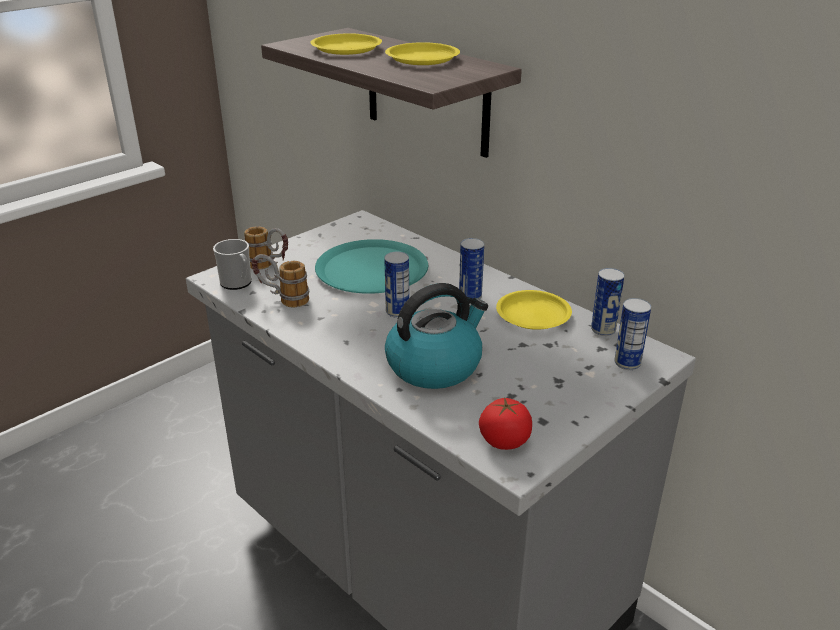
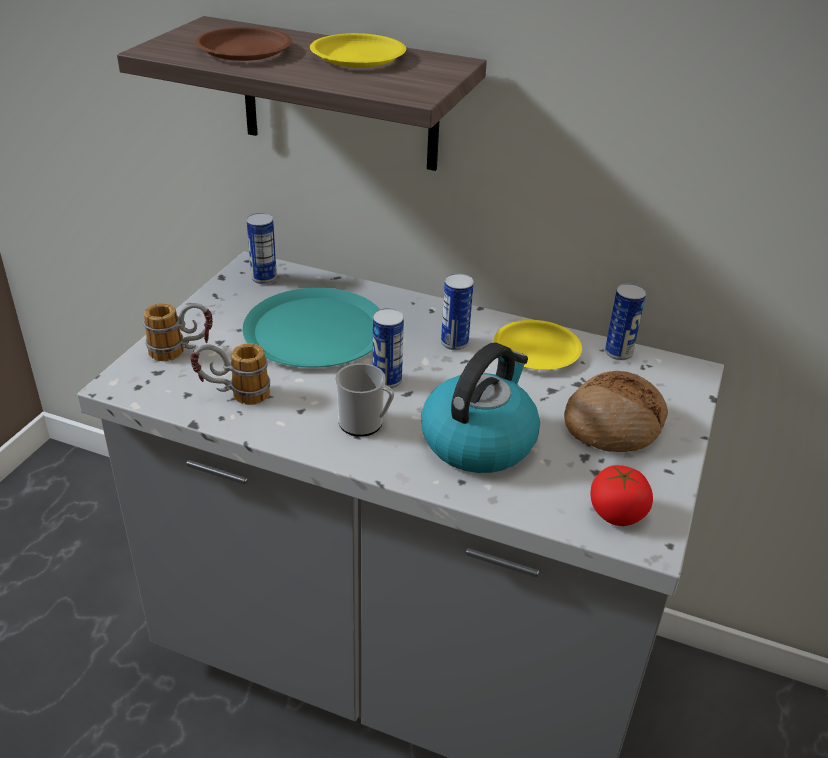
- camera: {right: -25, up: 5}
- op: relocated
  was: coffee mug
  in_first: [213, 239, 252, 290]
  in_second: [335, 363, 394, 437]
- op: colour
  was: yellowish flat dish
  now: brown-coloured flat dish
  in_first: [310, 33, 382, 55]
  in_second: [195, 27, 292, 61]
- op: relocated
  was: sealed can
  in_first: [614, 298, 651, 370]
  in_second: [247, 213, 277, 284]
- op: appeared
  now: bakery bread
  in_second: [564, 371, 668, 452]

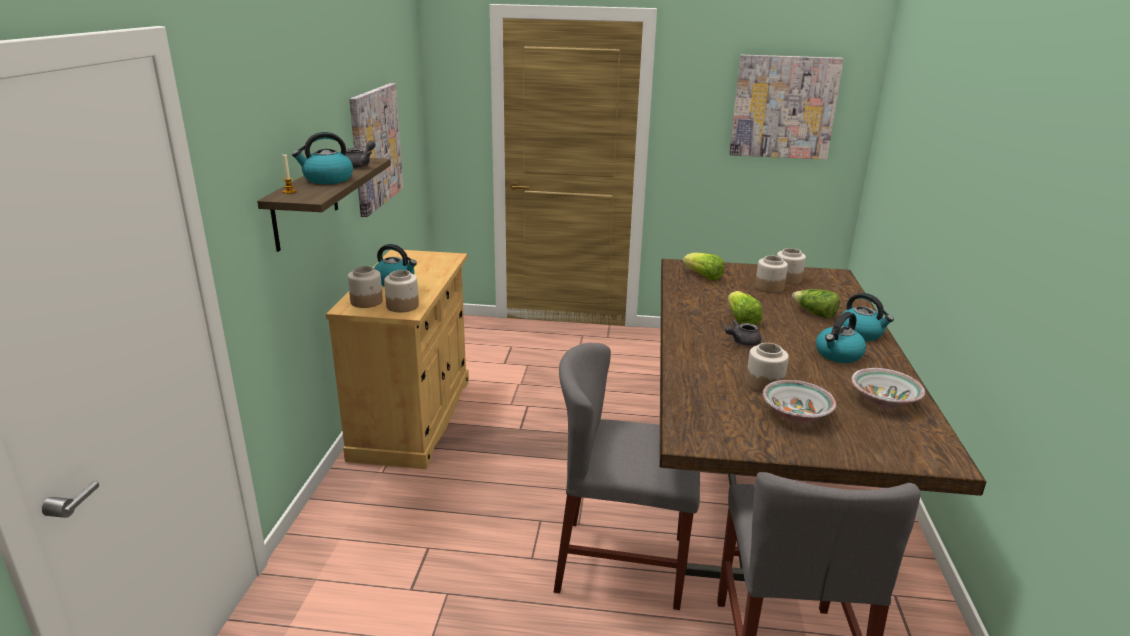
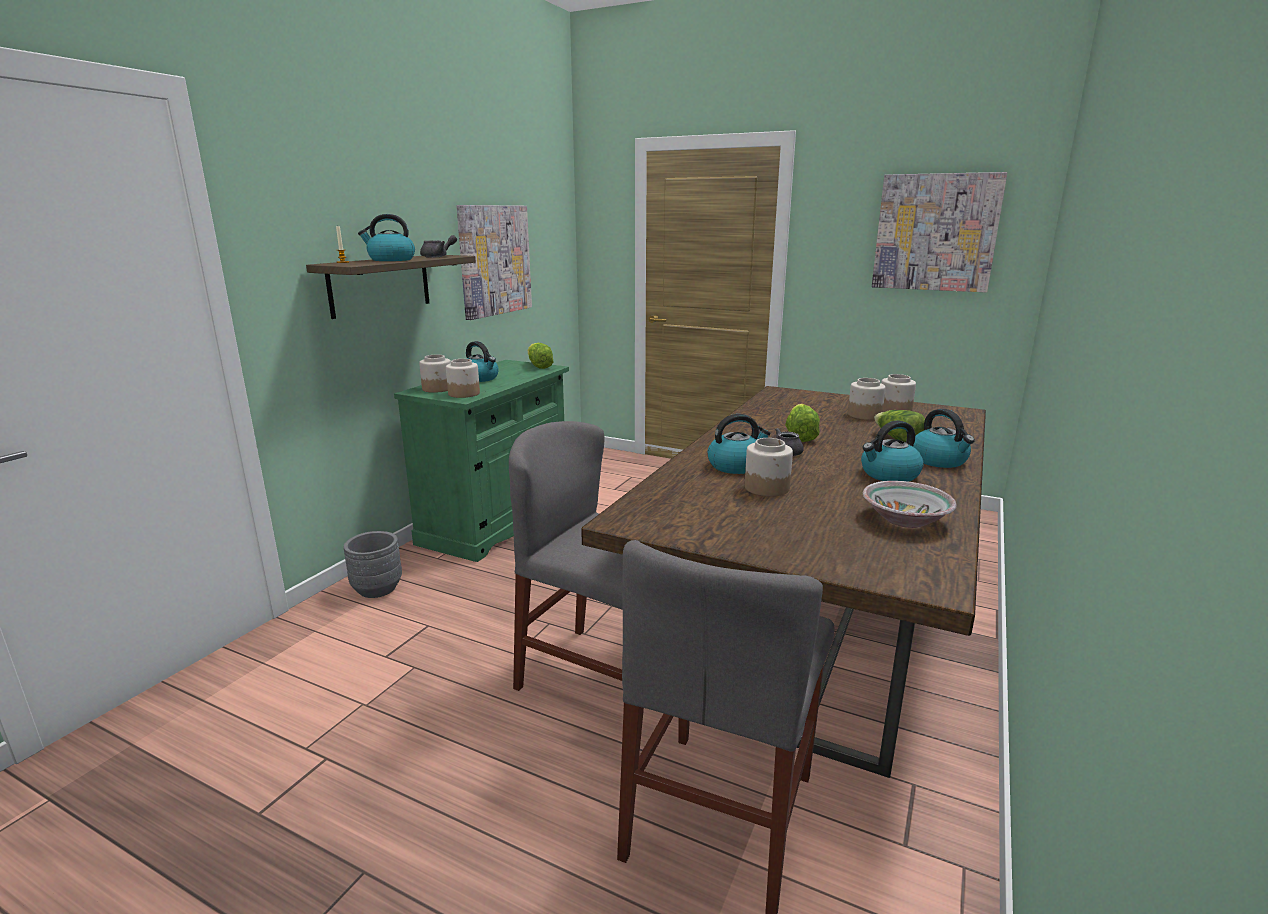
- camera: {right: 20, up: -5}
- op: colour
  was: sand-coloured storage cabinet
  now: greenish storage cabinet
  in_first: [326, 250, 469, 469]
  in_second: [394, 360, 569, 562]
- op: relocated
  was: lettuce
  in_first: [682, 253, 724, 281]
  in_second: [527, 343, 554, 369]
- op: missing
  was: deep dish
  in_first: [763, 380, 836, 423]
- op: appeared
  now: greyish flower pot
  in_second: [344, 531, 402, 598]
- op: appeared
  now: kettle
  in_second: [707, 414, 771, 474]

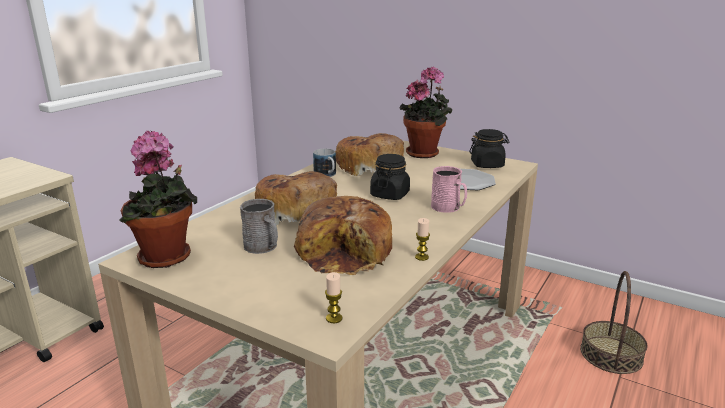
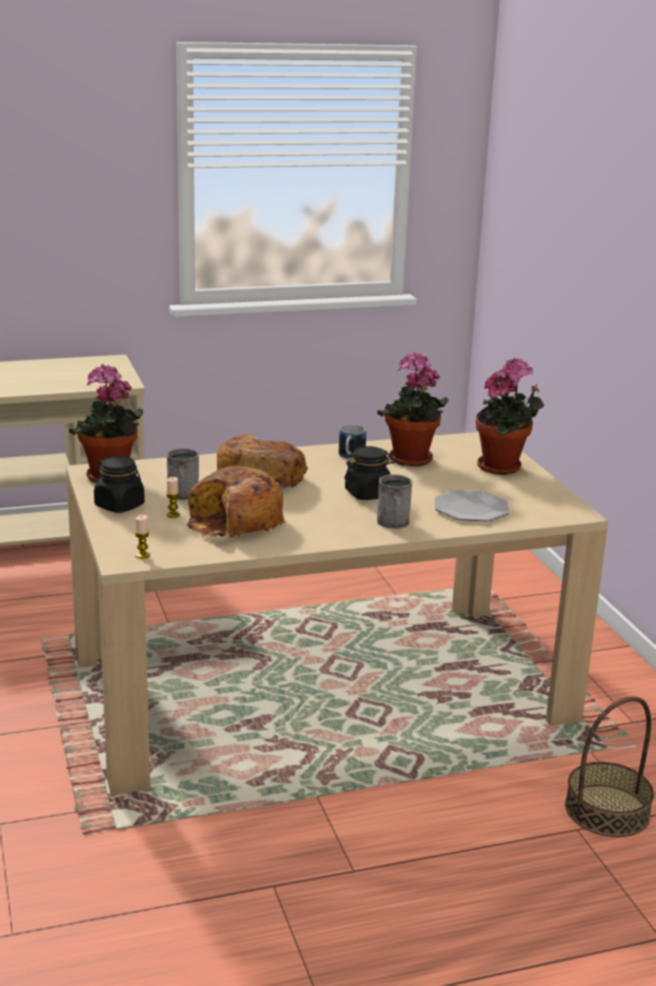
- camera: {right: 40, up: 0}
- op: exchanged
  was: bakery bread
  now: potted plant
  in_first: [335, 133, 404, 176]
  in_second: [377, 352, 448, 466]
- op: relocated
  was: candle
  in_first: [415, 218, 430, 261]
  in_second: [166, 477, 180, 518]
- op: colour
  was: pink coffee mug
  now: greyish coffee mug
  in_first: [431, 166, 467, 213]
  in_second: [377, 474, 412, 529]
- op: relocated
  was: blackish preserve jar
  in_first: [469, 129, 509, 168]
  in_second: [94, 456, 145, 513]

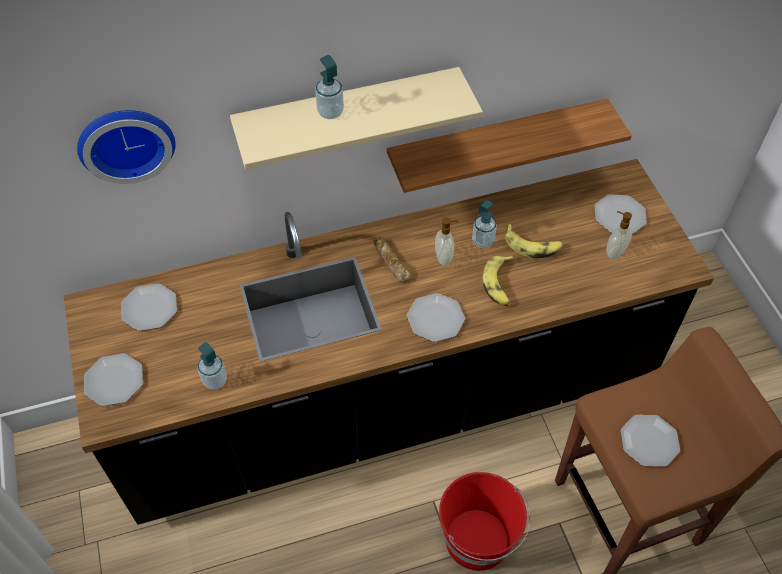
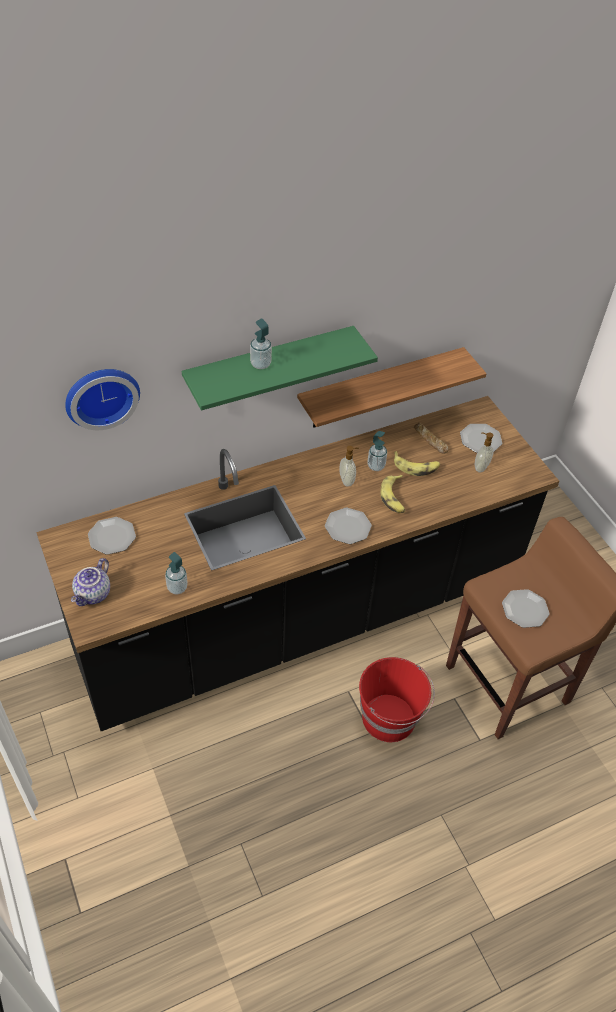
- camera: {right: -10, up: -5}
- op: exchanged
  was: flat dish
  now: teapot
  in_first: [84, 353, 143, 406]
  in_second: [71, 558, 110, 606]
- op: colour
  was: sand-coloured shelf
  now: greenish shelf
  in_first: [230, 67, 483, 169]
  in_second: [182, 326, 378, 411]
- op: relocated
  was: bakery bread
  in_first: [374, 237, 411, 282]
  in_second: [414, 422, 449, 453]

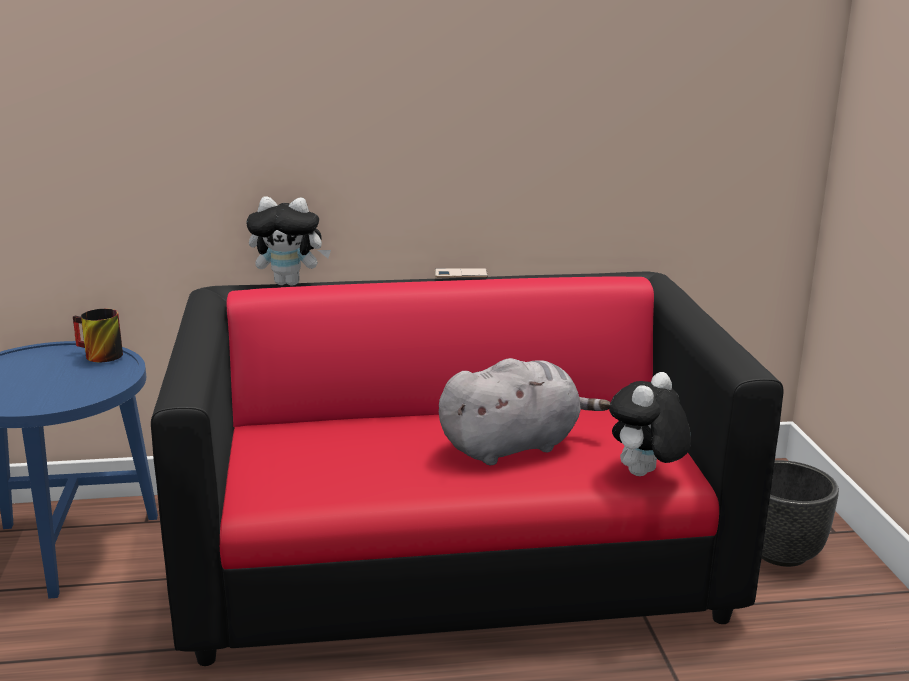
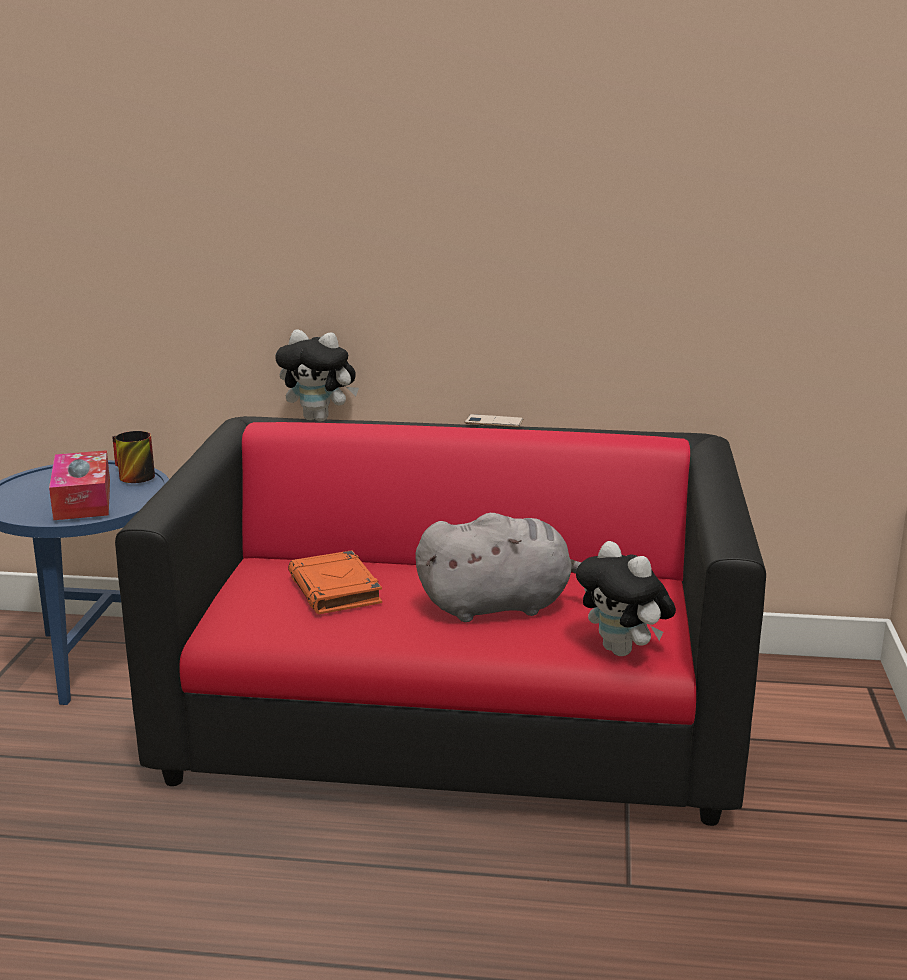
- camera: {right: 15, up: 0}
- op: spun
  was: soft toy
  in_first: [609, 372, 691, 476]
  in_second: [576, 541, 676, 656]
  clockwise: -90
- op: missing
  was: blackish flower pot
  in_first: [762, 460, 839, 567]
- op: appeared
  now: box of tissues
  in_second: [49, 450, 110, 520]
- op: appeared
  now: orangey volume
  in_second: [288, 550, 382, 614]

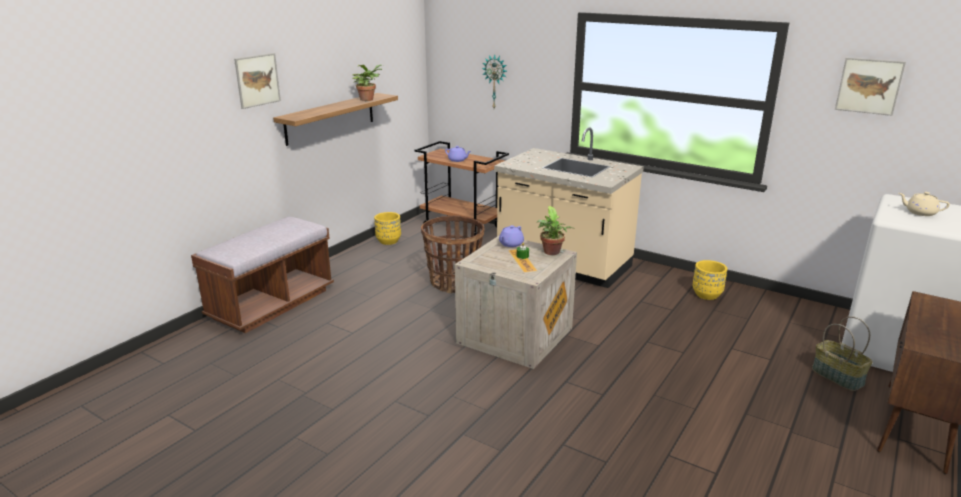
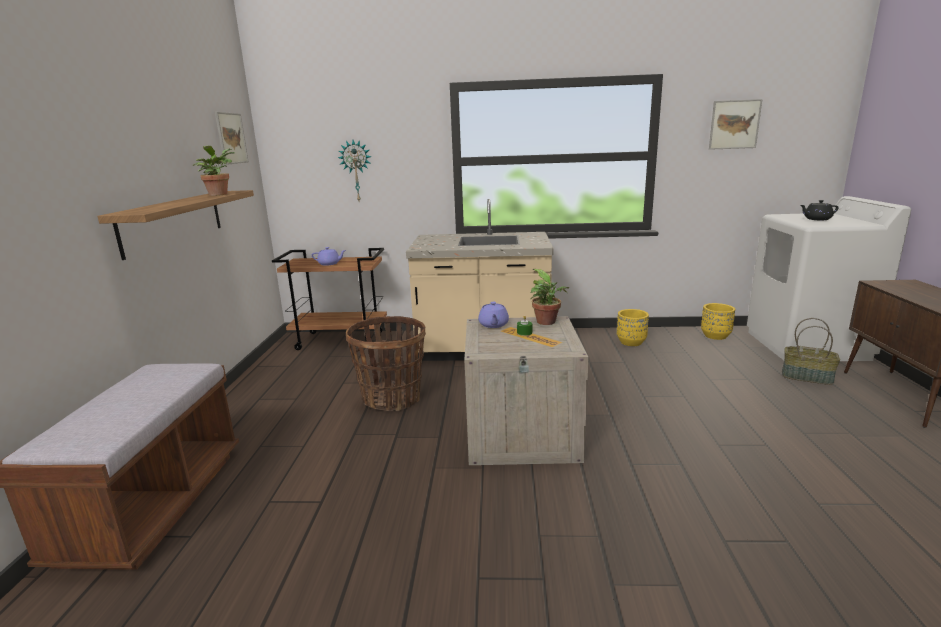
- camera: {right: -30, up: -5}
- op: relocated
  was: picture
  in_first: [234, 53, 281, 109]
  in_second: [215, 112, 249, 165]
- op: relocated
  was: yellowish flower pot
  in_first: [374, 212, 401, 245]
  in_second: [701, 303, 735, 340]
- op: colour
  was: sand-coloured teapot
  now: blackish teapot
  in_first: [899, 192, 950, 216]
  in_second: [800, 200, 838, 220]

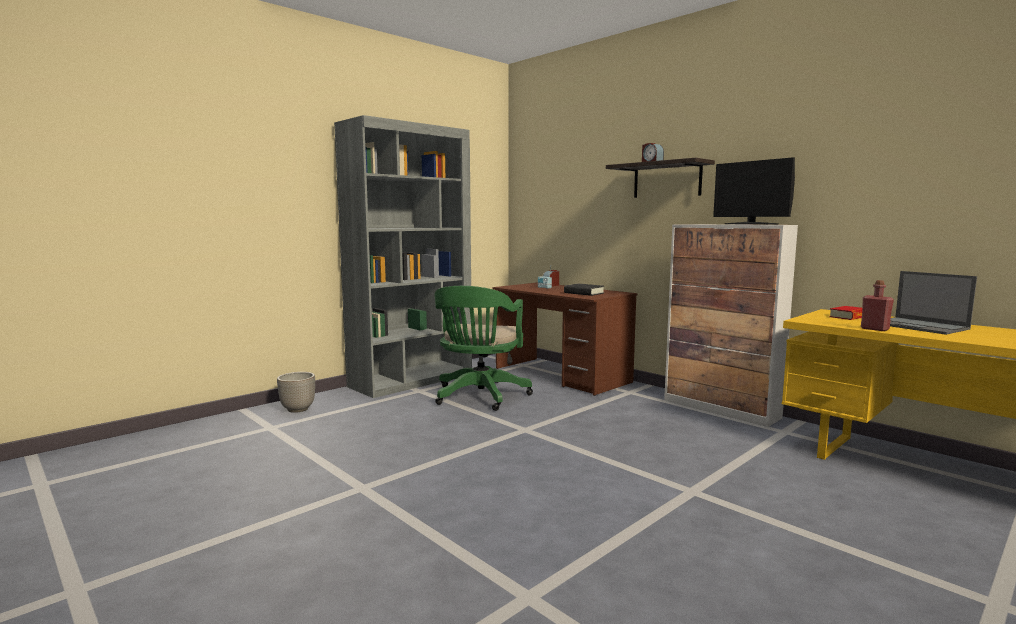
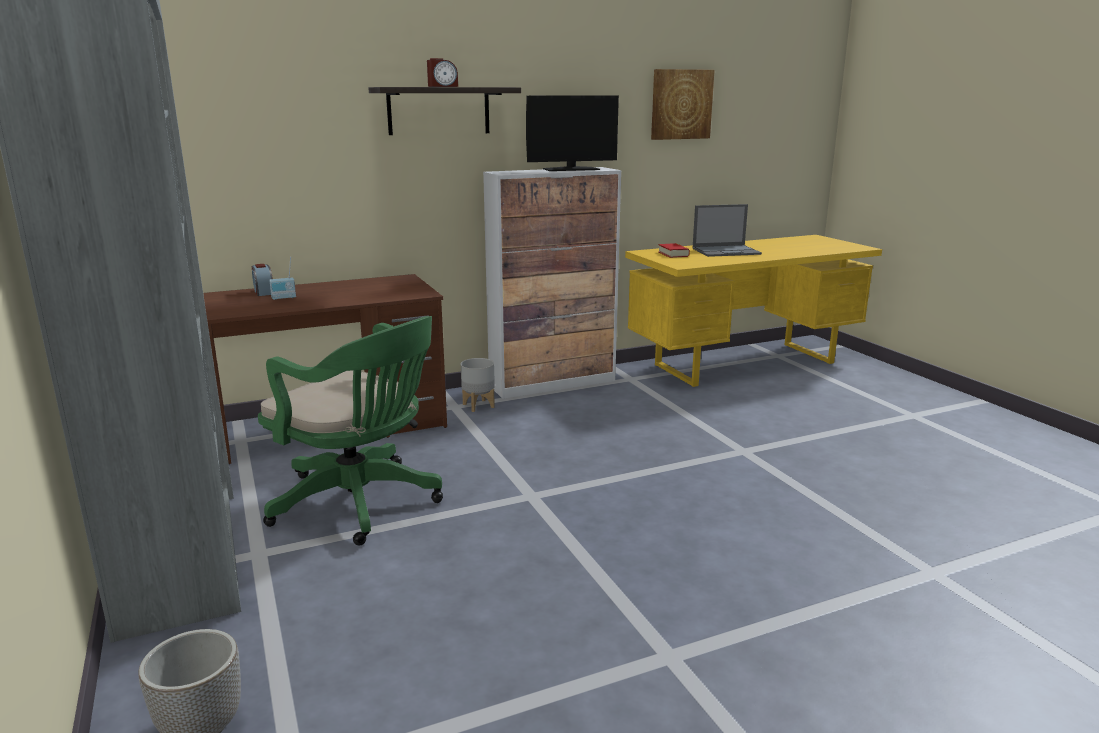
- camera: {right: -70, up: 10}
- op: missing
  was: blackish volume
  in_first: [564, 284, 604, 296]
- op: missing
  was: red-coloured bottle
  in_first: [861, 280, 894, 331]
- op: appeared
  now: greyish flower pot
  in_second: [461, 358, 495, 412]
- op: appeared
  now: picture
  in_second: [651, 69, 715, 140]

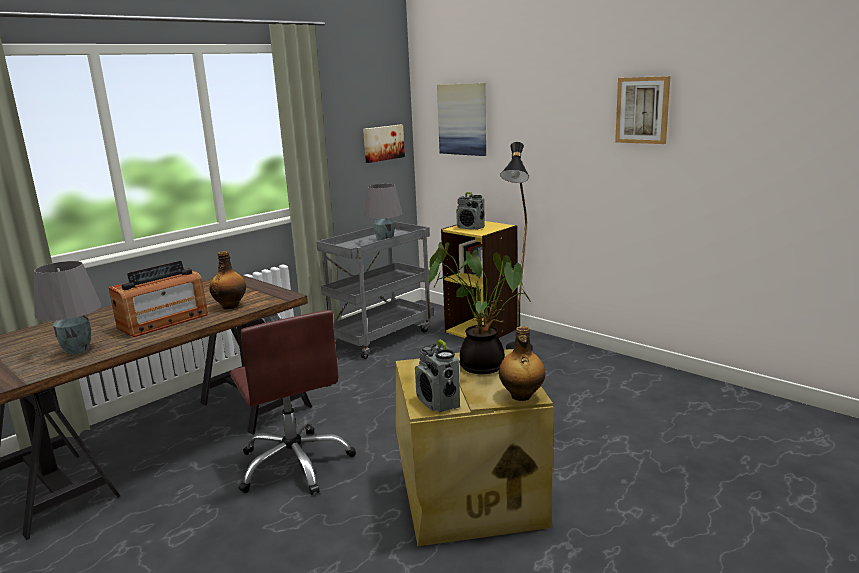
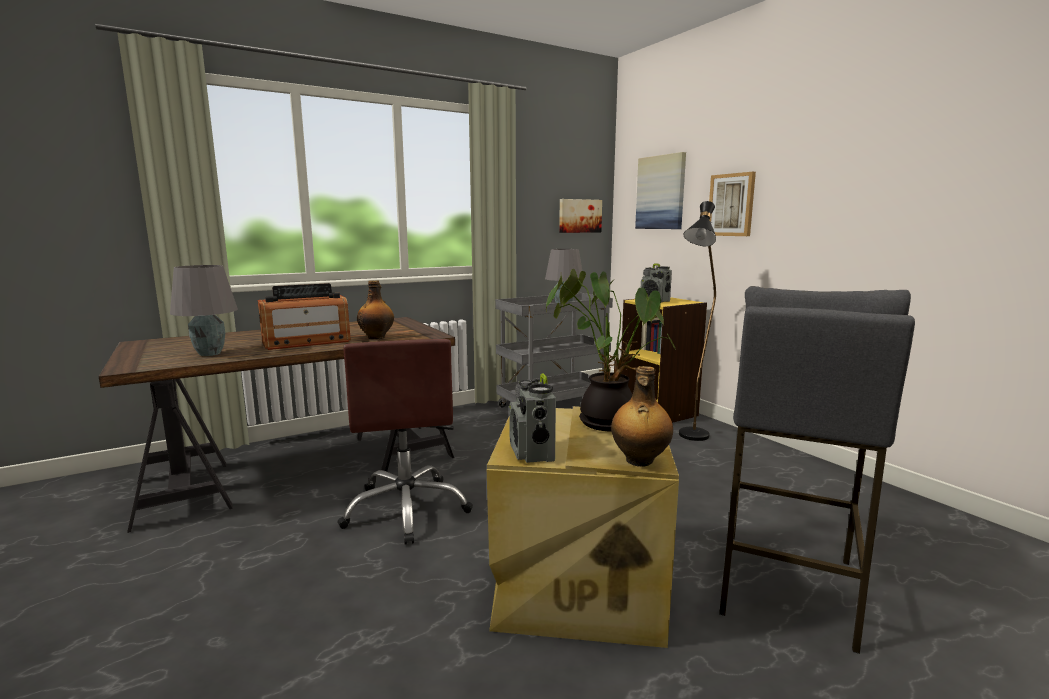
- camera: {right: 15, up: -5}
- op: relocated
  was: picture
  in_first: [615, 76, 671, 144]
  in_second: [709, 172, 756, 236]
- op: appeared
  now: greyish stool seat
  in_second: [719, 286, 915, 654]

